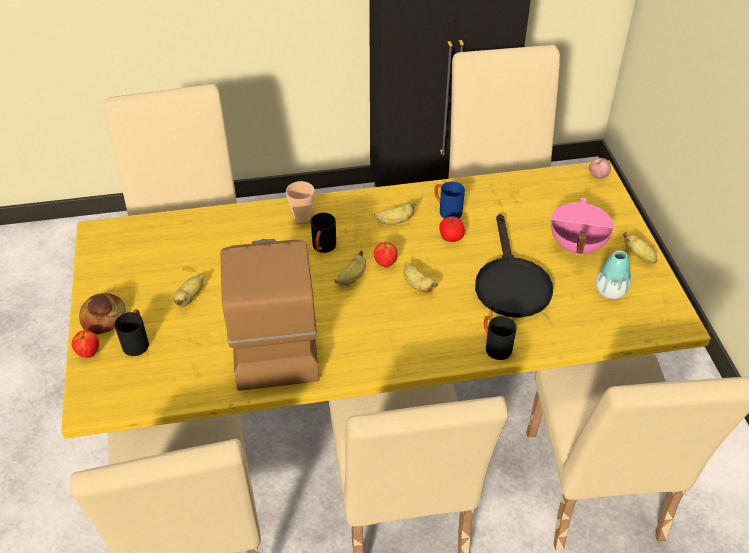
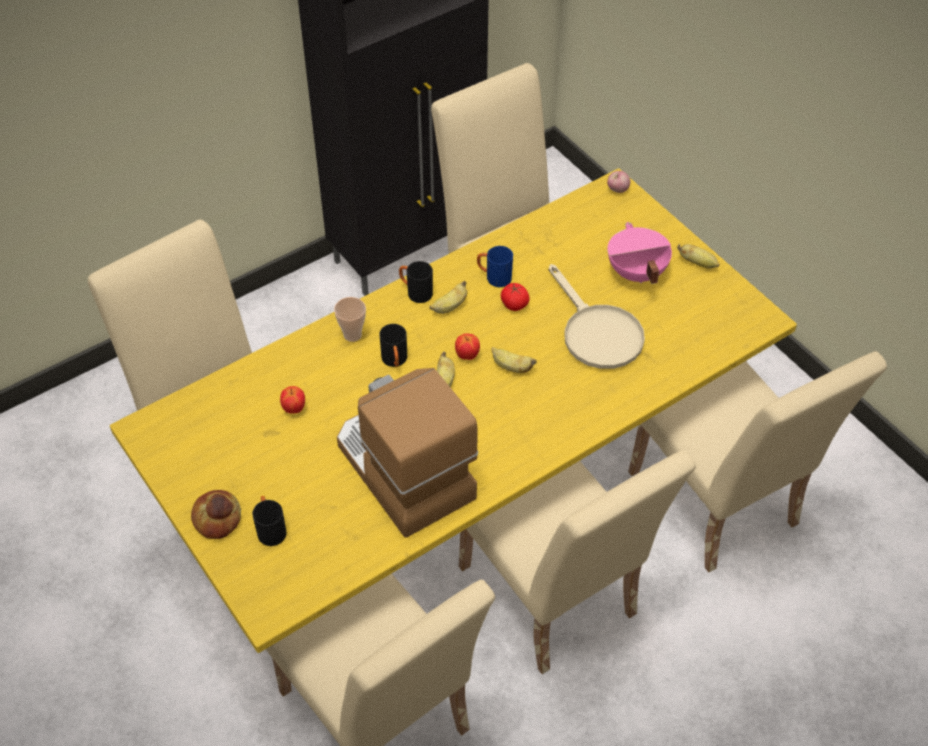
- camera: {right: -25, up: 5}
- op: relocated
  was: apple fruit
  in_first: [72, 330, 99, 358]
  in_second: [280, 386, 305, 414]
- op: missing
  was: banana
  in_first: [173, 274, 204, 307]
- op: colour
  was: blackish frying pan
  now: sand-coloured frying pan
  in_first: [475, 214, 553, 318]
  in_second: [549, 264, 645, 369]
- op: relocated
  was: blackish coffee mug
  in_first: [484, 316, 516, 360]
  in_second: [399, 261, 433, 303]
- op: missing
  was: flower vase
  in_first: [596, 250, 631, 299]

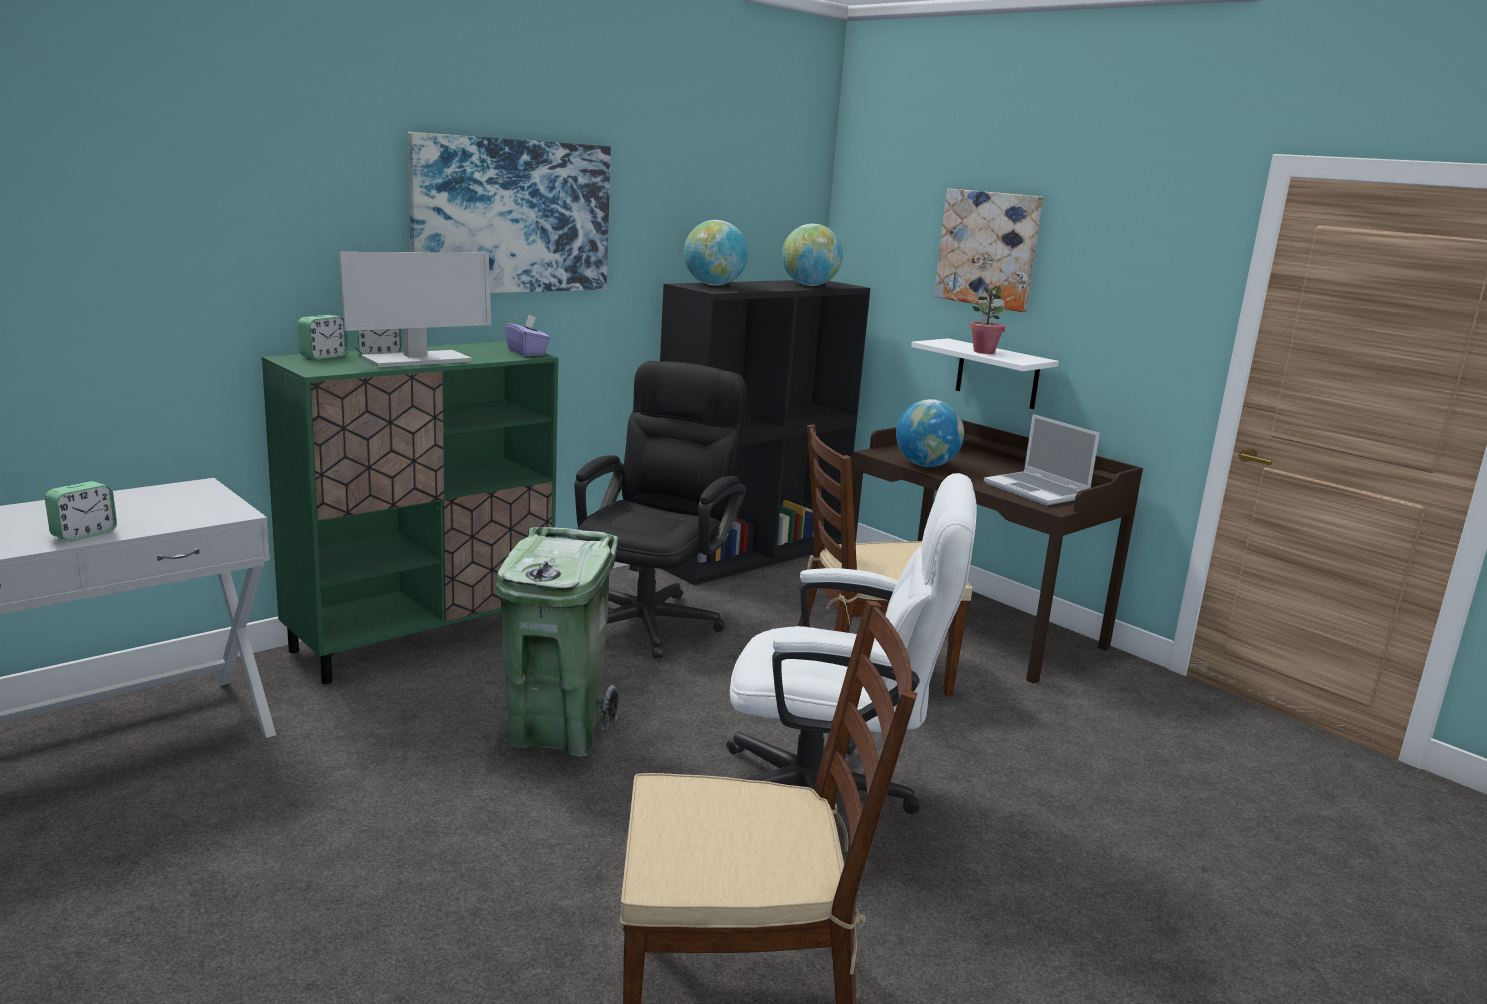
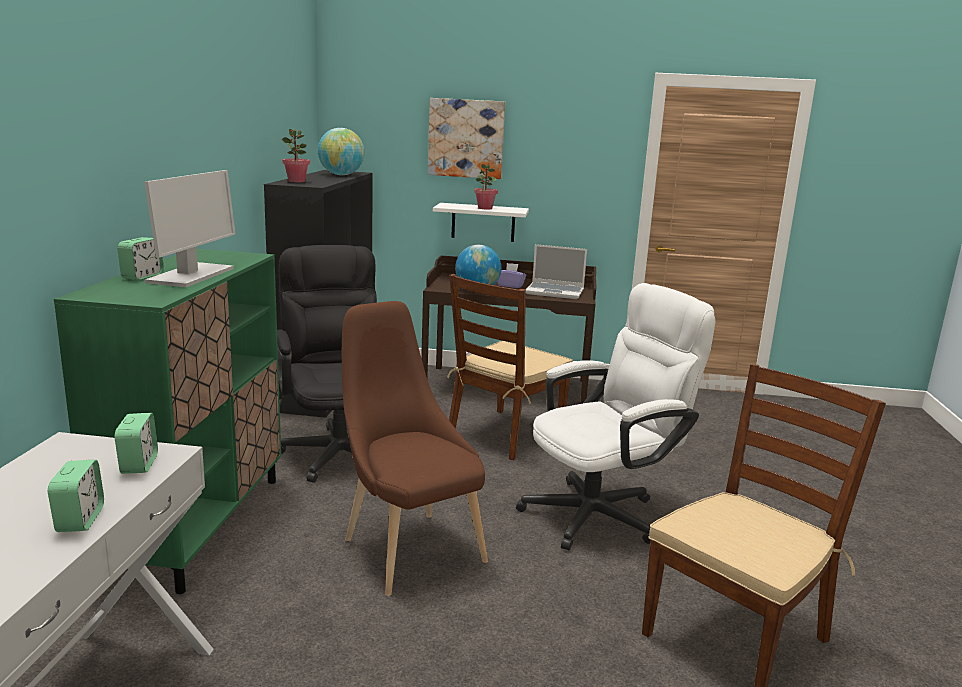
- camera: {right: -40, up: 0}
- op: relocated
  was: table clock
  in_first: [298, 315, 348, 360]
  in_second: [114, 413, 158, 474]
- op: missing
  was: picture
  in_first: [408, 132, 611, 293]
- op: exchanged
  was: greenish waste bin
  now: brown-coloured upright chair
  in_first: [495, 527, 619, 757]
  in_second: [342, 301, 488, 596]
- op: relocated
  was: purple box of tissues
  in_first: [505, 315, 550, 356]
  in_second: [497, 263, 526, 288]
- op: exchanged
  was: globe
  now: potted plant
  in_first: [684, 220, 748, 286]
  in_second: [282, 129, 310, 182]

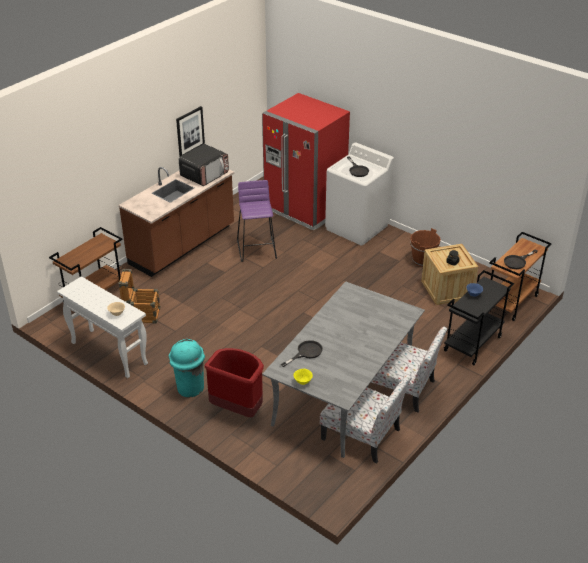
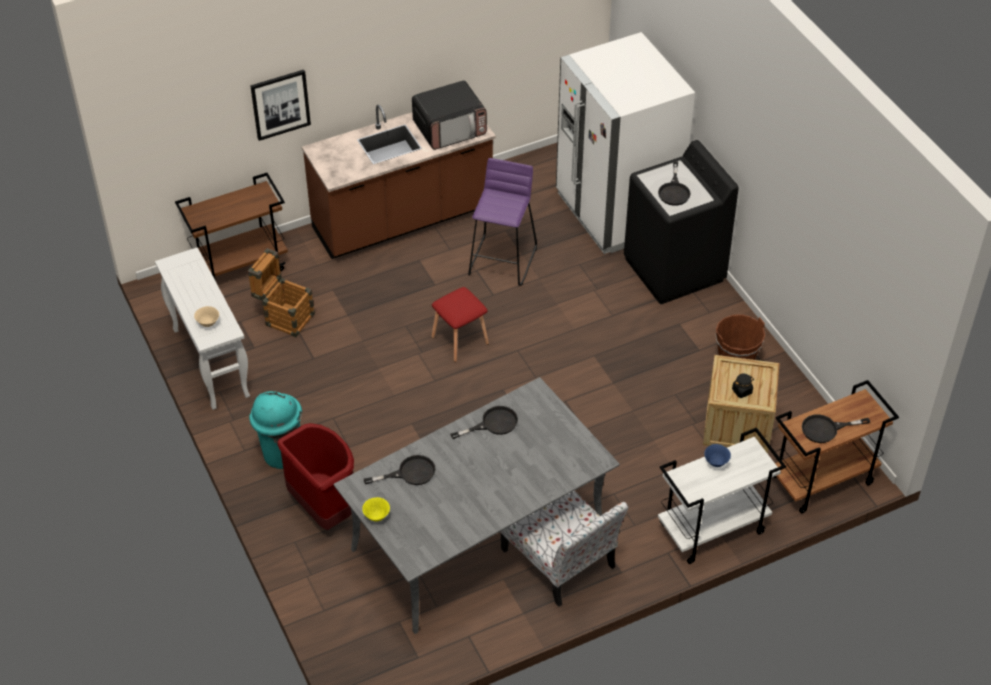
- camera: {right: 25, up: 10}
- op: relocated
  was: picture
  in_first: [176, 106, 205, 156]
  in_second: [250, 70, 311, 141]
- op: colour
  was: red-coloured refrigerator
  now: whitish refrigerator
  in_first: [262, 93, 350, 230]
  in_second: [556, 32, 695, 254]
- op: missing
  was: upright chair
  in_first: [320, 374, 412, 463]
- op: colour
  was: whitish laundry machine
  now: blackish laundry machine
  in_first: [325, 142, 394, 246]
  in_second: [624, 140, 739, 304]
- op: colour
  was: blackish trolley
  now: whitish trolley
  in_first: [444, 270, 514, 365]
  in_second: [658, 428, 786, 564]
- op: appeared
  now: red-coloured stool seat
  in_second: [431, 287, 489, 362]
- op: appeared
  now: blackish frying pan
  in_second: [450, 406, 518, 439]

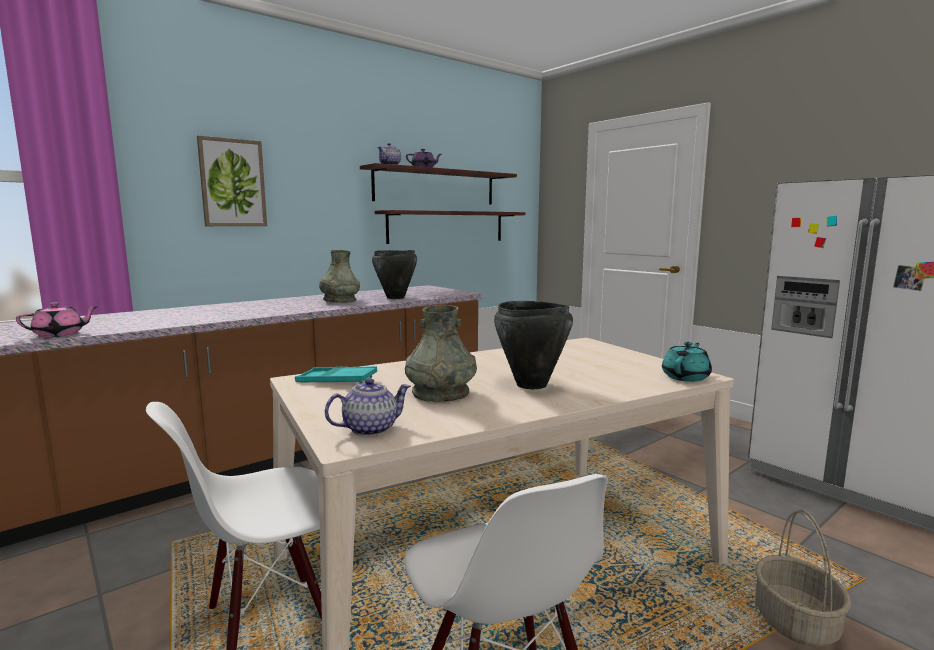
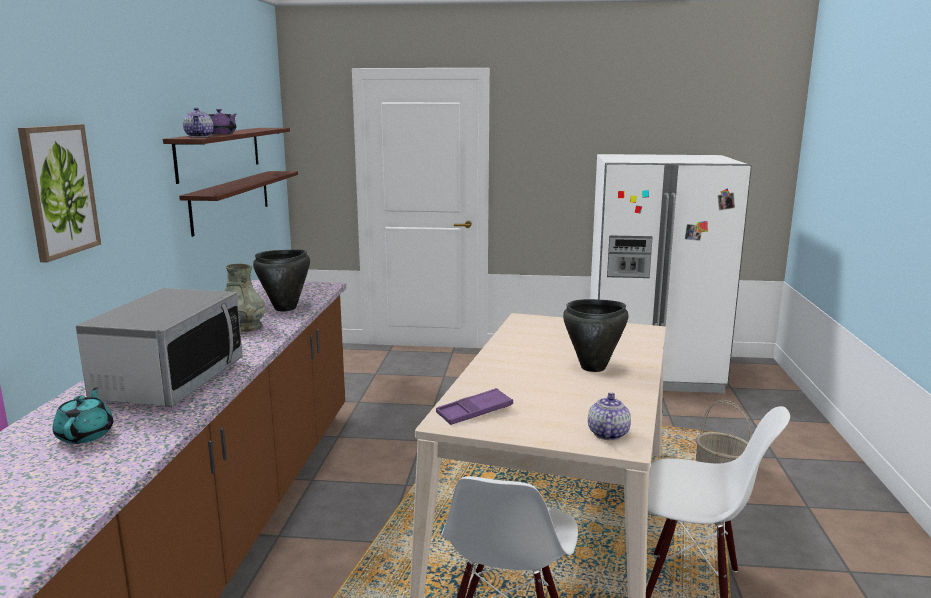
- camera: {right: -45, up: 5}
- op: missing
  was: pink teapot
  in_first: [16, 302, 98, 337]
- op: colour
  was: turquoise-coloured serving tray
  now: purple serving tray
  in_first: [295, 366, 377, 384]
  in_second: [436, 388, 513, 425]
- op: missing
  was: greyish flower vase
  in_first: [405, 305, 477, 402]
- op: relocated
  was: turquoise-coloured teapot
  in_first: [662, 342, 712, 382]
  in_second: [53, 387, 113, 444]
- op: appeared
  now: microwave
  in_second: [76, 288, 243, 407]

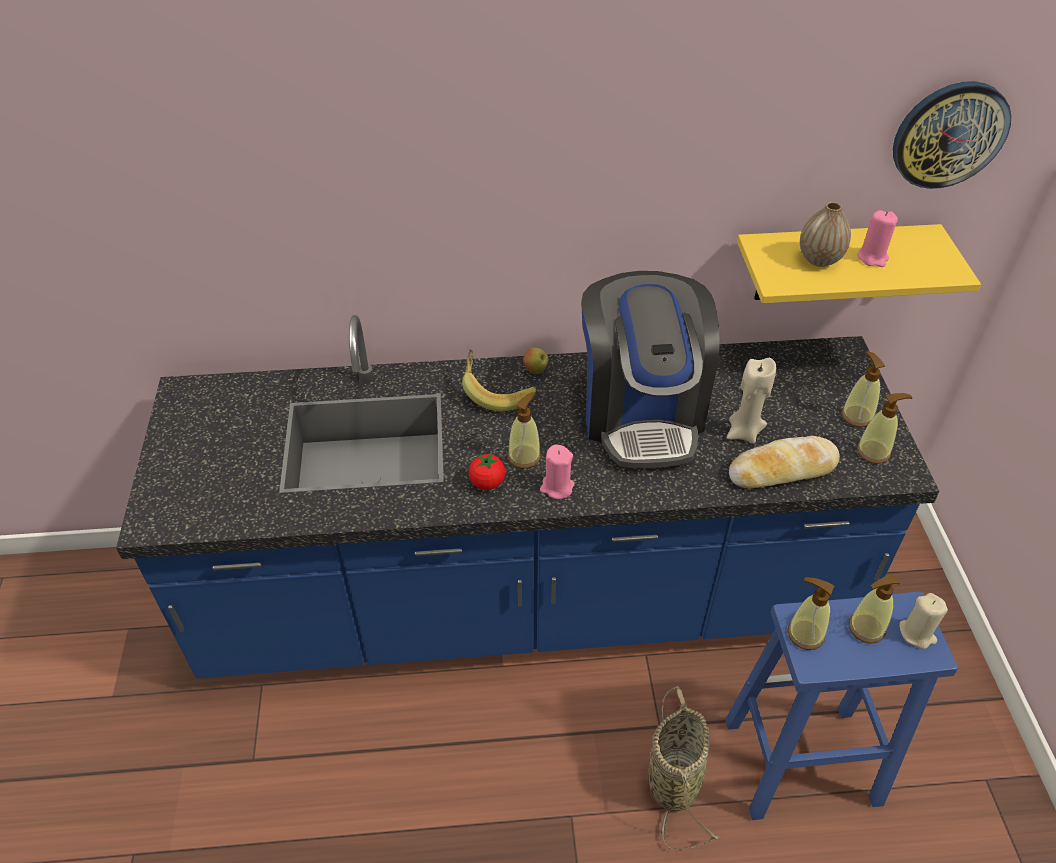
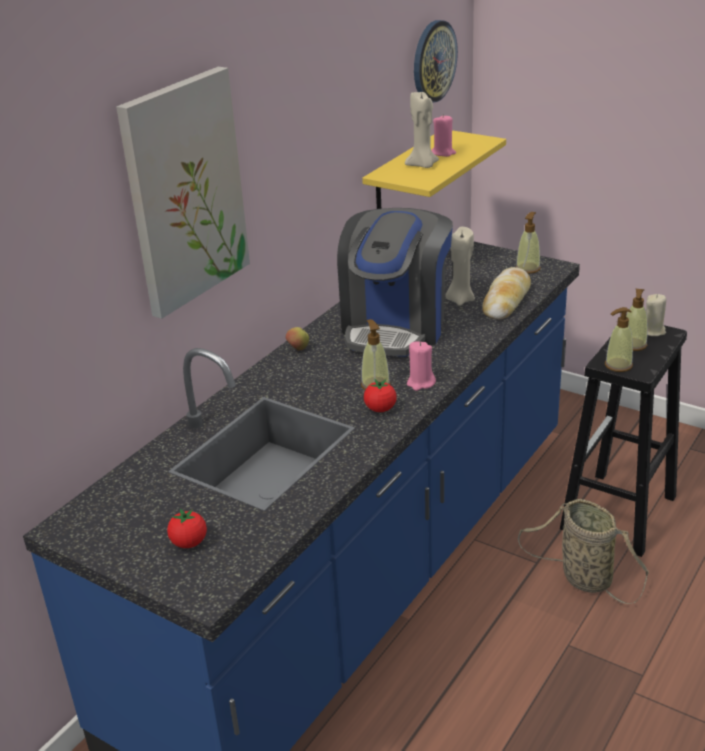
- camera: {right: -50, up: -15}
- op: missing
  was: banana
  in_first: [462, 349, 536, 411]
- op: spun
  was: coffee machine
  in_first: [581, 271, 720, 468]
  in_second: [337, 208, 453, 357]
  clockwise: 75
- op: colour
  was: bluish stool seat
  now: blackish stool seat
  in_first: [725, 591, 957, 820]
  in_second: [560, 325, 687, 557]
- op: exchanged
  was: flower vase
  now: sand-coloured candle
  in_first: [800, 201, 851, 267]
  in_second: [405, 92, 439, 168]
- op: missing
  was: liquid soap bottle
  in_first: [841, 351, 885, 427]
- op: appeared
  now: picture
  in_second: [116, 67, 250, 319]
- op: appeared
  now: tomato
  in_second: [167, 509, 207, 548]

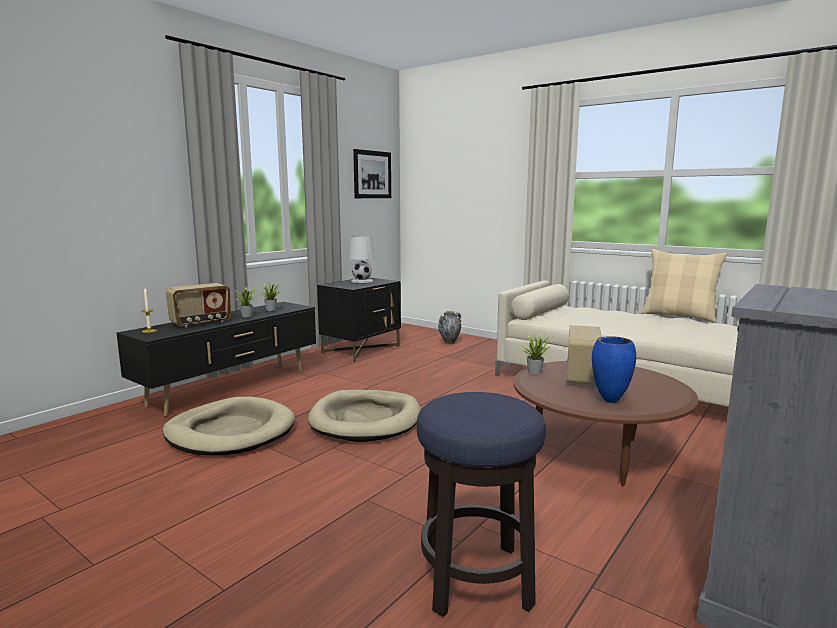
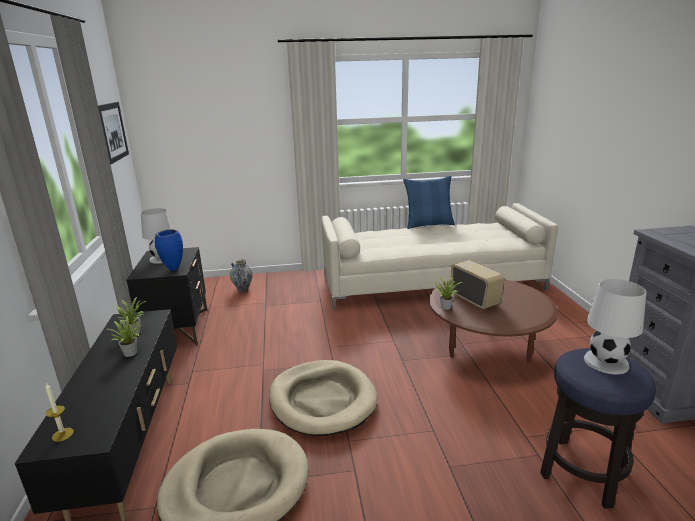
- camera: {right: -45, up: 10}
- op: missing
  was: radio set
  in_first: [166, 283, 231, 328]
- op: relocated
  was: bluish flower vase
  in_first: [592, 336, 636, 403]
  in_second: [155, 230, 183, 271]
- op: colour
  was: sand-coloured throw pillow
  now: bluish throw pillow
  in_first: [641, 249, 727, 323]
  in_second: [403, 176, 455, 229]
- op: appeared
  now: whitish tabletop lamp
  in_second: [584, 279, 646, 375]

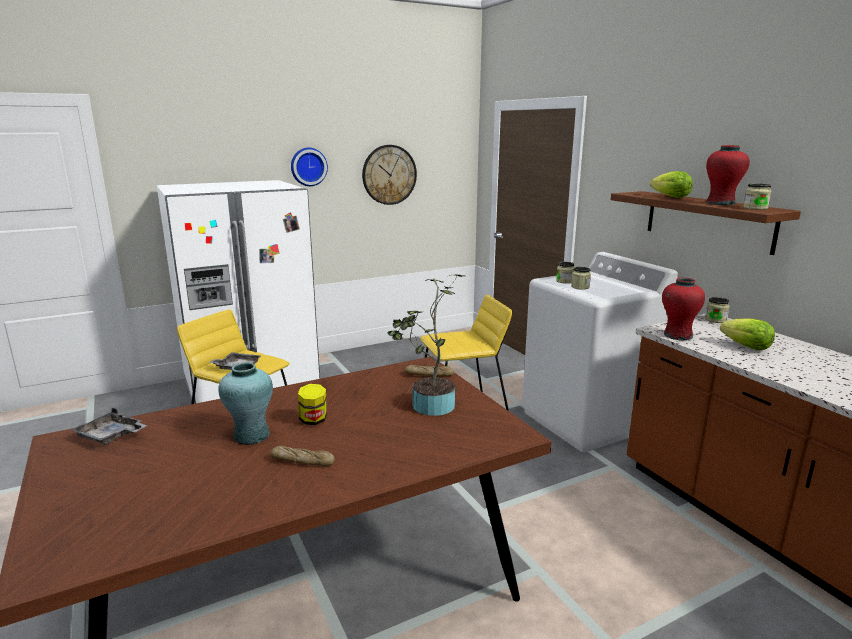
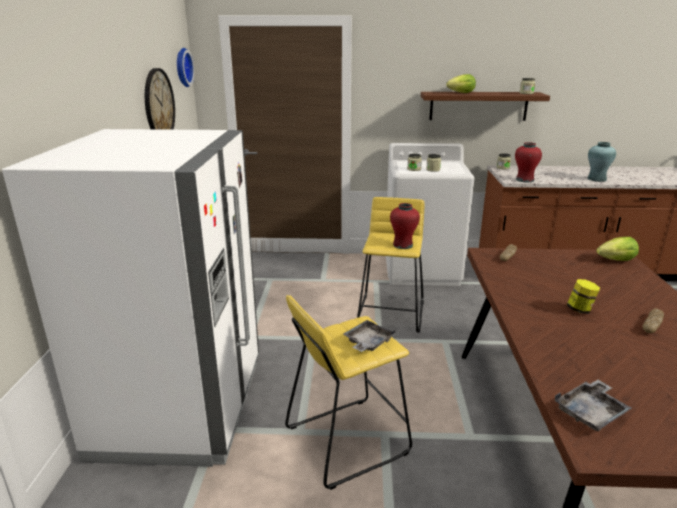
- camera: {right: -60, up: 5}
- op: relocated
  was: turquoise-coloured flower vase
  in_first: [218, 362, 273, 445]
  in_second: [588, 142, 616, 182]
- op: relocated
  was: wall clock
  in_first: [291, 148, 328, 186]
  in_second: [177, 48, 194, 87]
- op: missing
  was: potted plant
  in_first: [388, 274, 464, 416]
- op: relocated
  was: red-coloured flower vase
  in_first: [706, 145, 750, 205]
  in_second: [390, 203, 420, 249]
- op: relocated
  was: lettuce
  in_first: [720, 318, 775, 350]
  in_second: [596, 237, 639, 261]

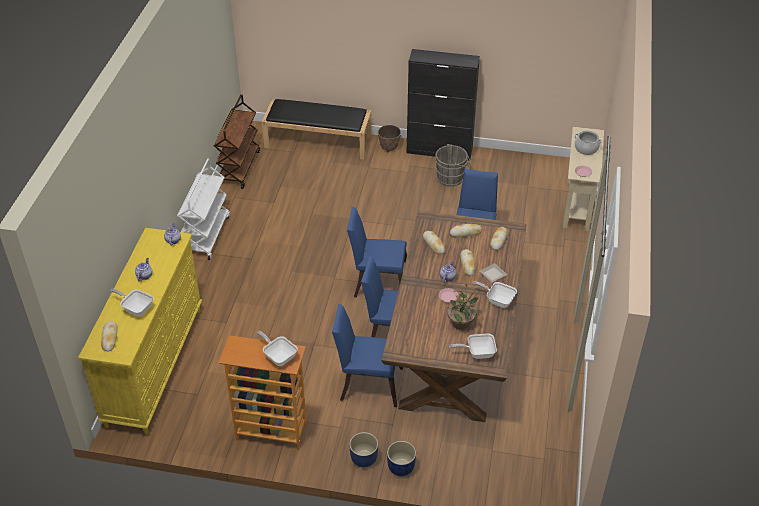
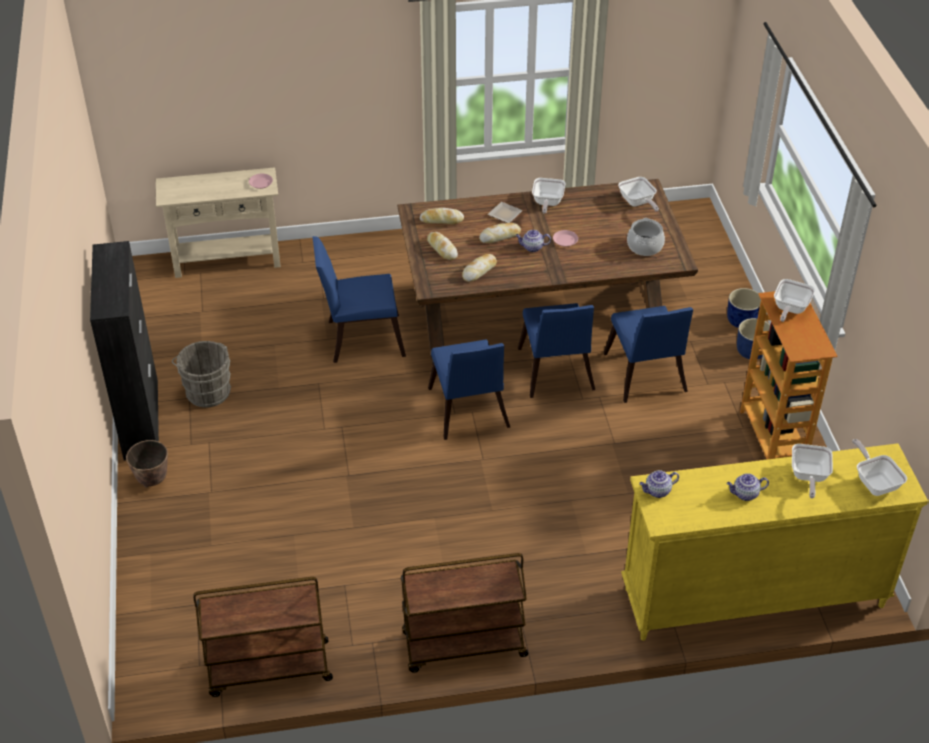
- camera: {right: -110, up: 0}
- op: exchanged
  was: bakery bread
  now: frying pan
  in_first: [101, 321, 118, 351]
  in_second: [852, 439, 907, 496]
- op: colour
  was: whitish trolley
  now: brown-coloured trolley
  in_first: [177, 159, 230, 260]
  in_second: [401, 553, 528, 673]
- op: missing
  was: blackish indoor bench
  in_first: [262, 99, 371, 160]
- op: missing
  was: potted plant
  in_first: [446, 283, 479, 330]
- op: relocated
  was: stockpot
  in_first: [574, 130, 602, 155]
  in_second: [627, 218, 665, 256]

